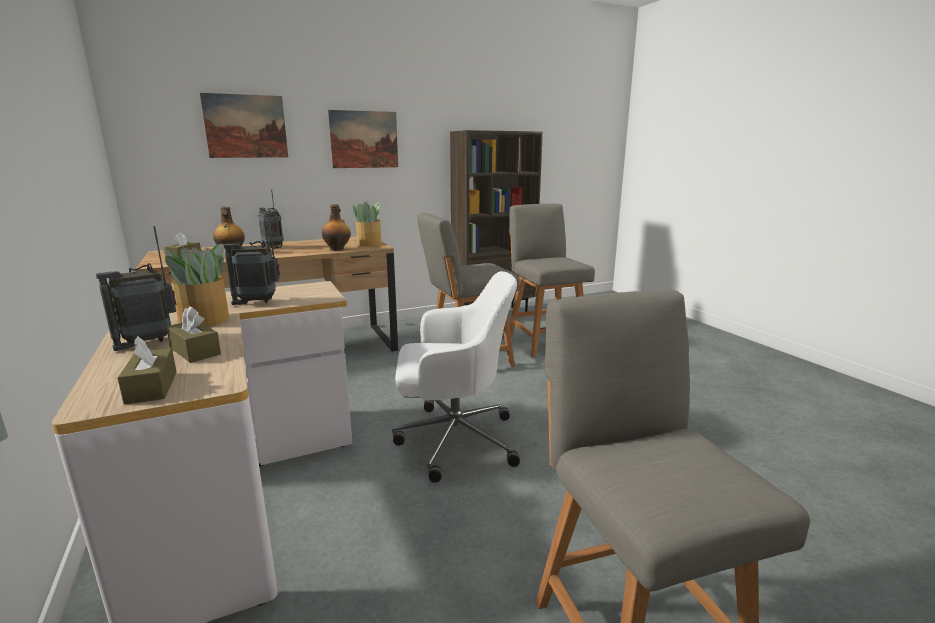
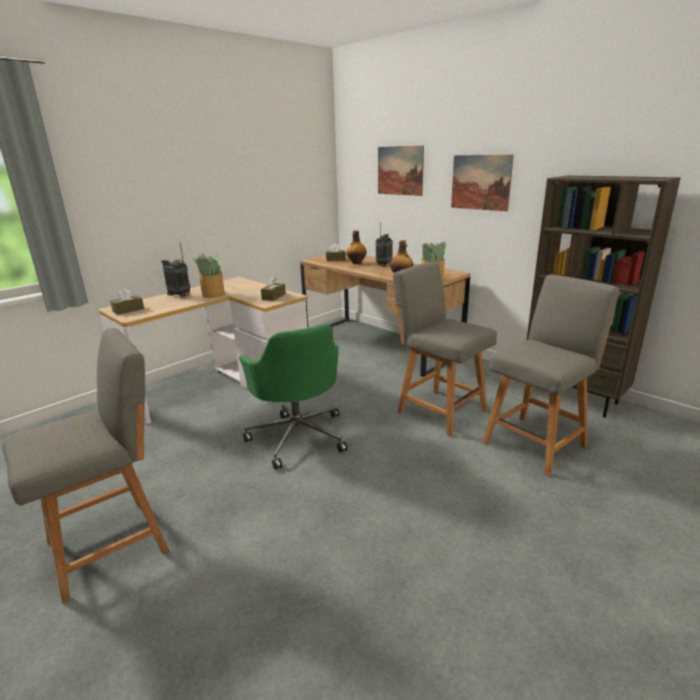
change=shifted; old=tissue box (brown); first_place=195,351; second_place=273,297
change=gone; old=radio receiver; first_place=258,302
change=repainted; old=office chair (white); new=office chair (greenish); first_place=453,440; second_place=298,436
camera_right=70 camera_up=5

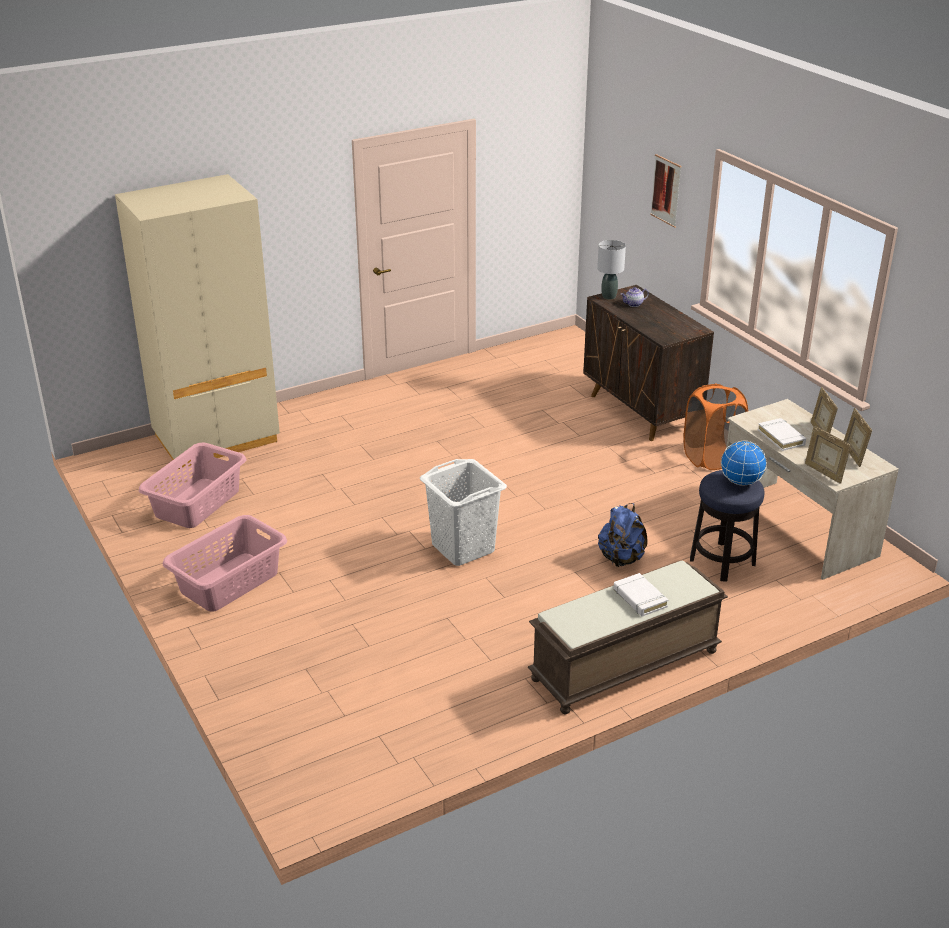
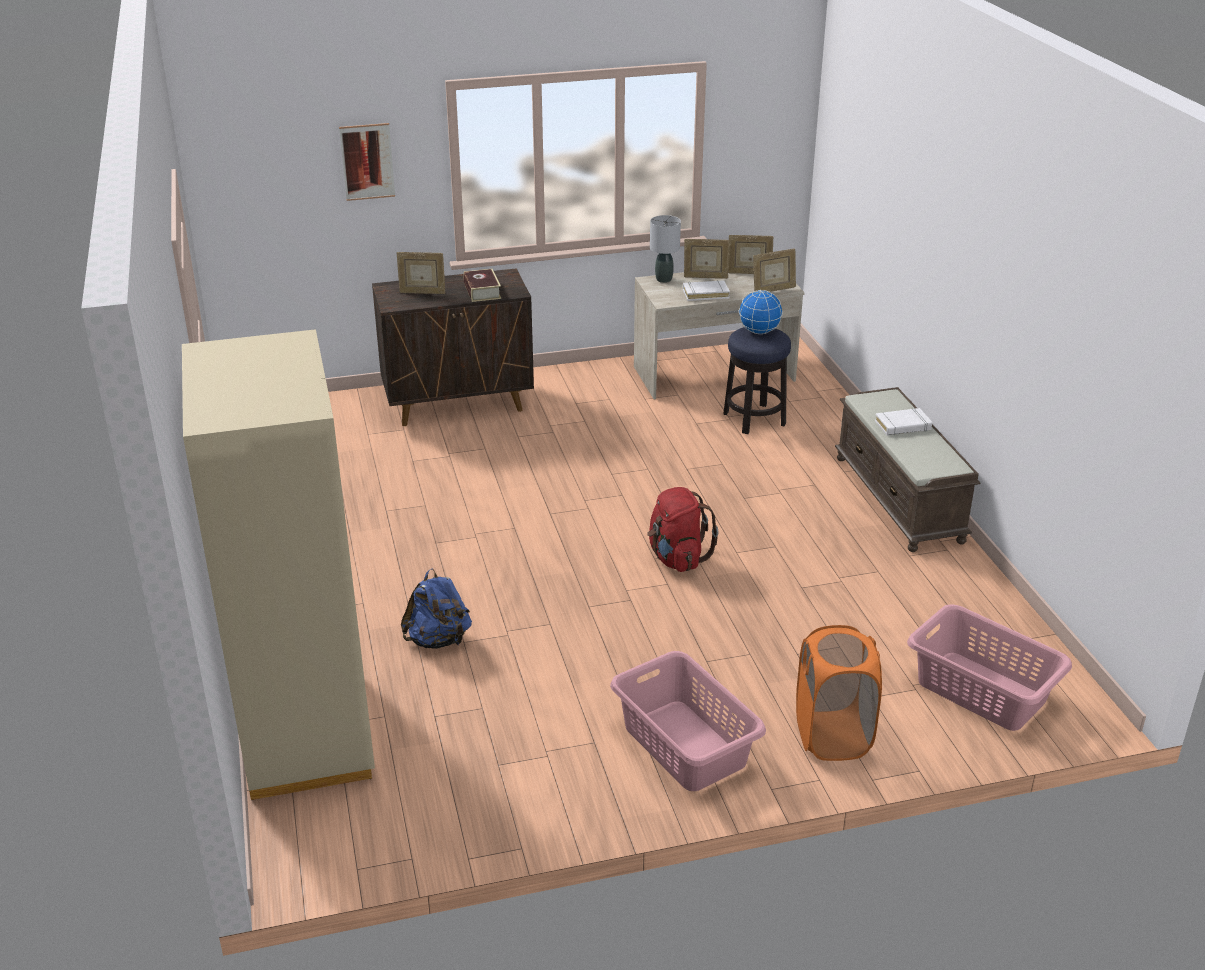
change=shifted; old=hamper (pink-coloured); first_place=196,503; second_place=981,692
change=swapped; old=hamper (white); new=knapsack (red); first_place=463,548; second_place=677,558
change=shifted; old=table lamp (grey); first_place=608,297; second_place=664,280
change=shifted; old=knapsack (blue-coloured); first_place=621,559; second_place=438,640
change=swapped; old=tea pot; new=standing frame; first_place=633,304; second_place=422,292
change=shifted; old=hamper (orange); first_place=711,458; second_place=832,736
change=new; new=volume; second_place=482,291
camera_right=-75 camera_up=0

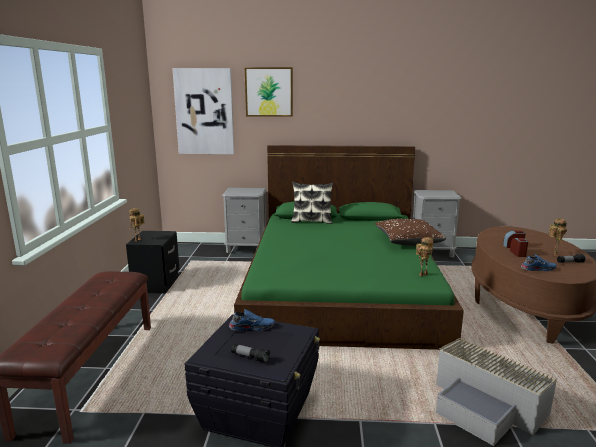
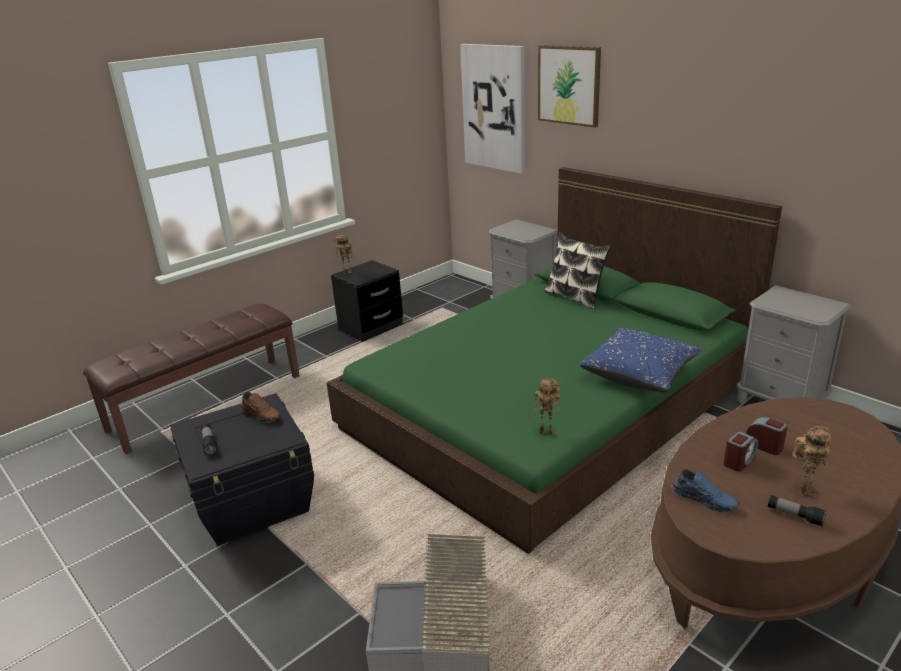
change=repainted; old=shoe (blue-coloured); new=shoe (brown); first_place=252,327; second_place=262,414
change=repainted; old=throw pillow (brown); new=throw pillow (blue-coloured); first_place=408,241; second_place=639,373
camera_right=45 camera_up=10

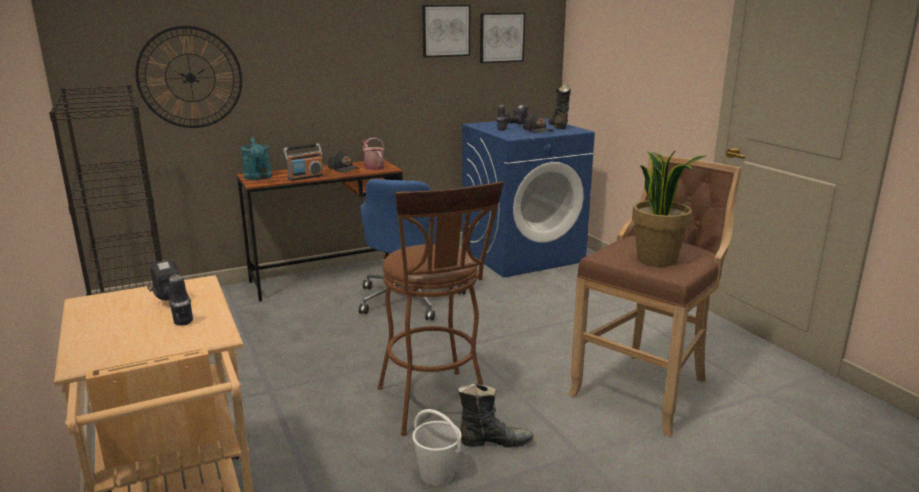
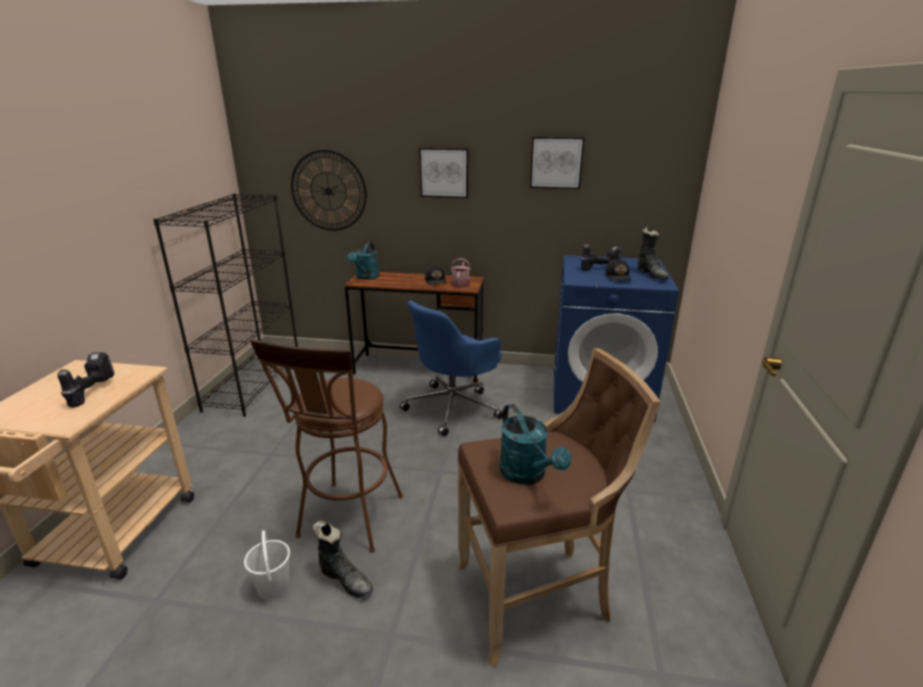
change=gone; old=radio receiver; first_place=305,177
change=shifted; old=picture; first_place=501,37; second_place=444,172
change=rotated; old=tall boot (black); first_place=557,126; second_place=651,274; degrees=135
change=swapped; old=potted plant; new=sprinkling can (turquoise); first_place=657,259; second_place=528,475
camera_right=35 camera_up=5

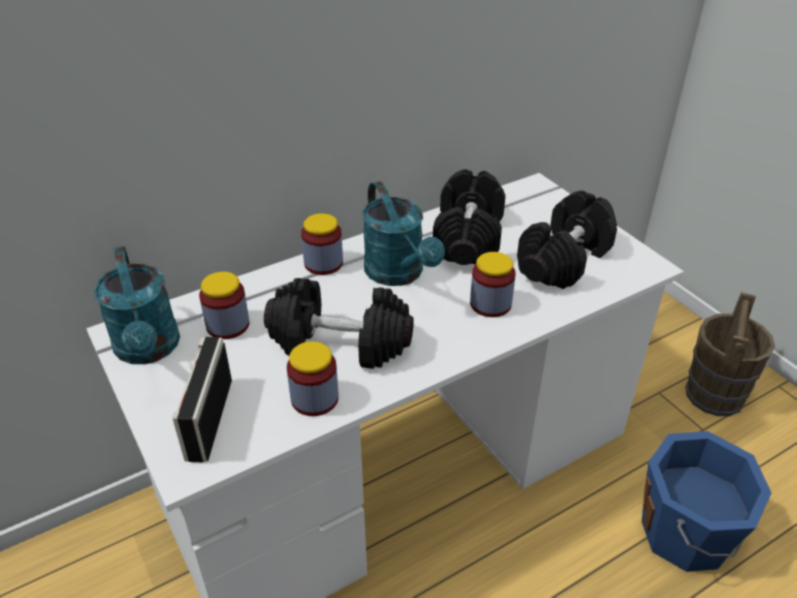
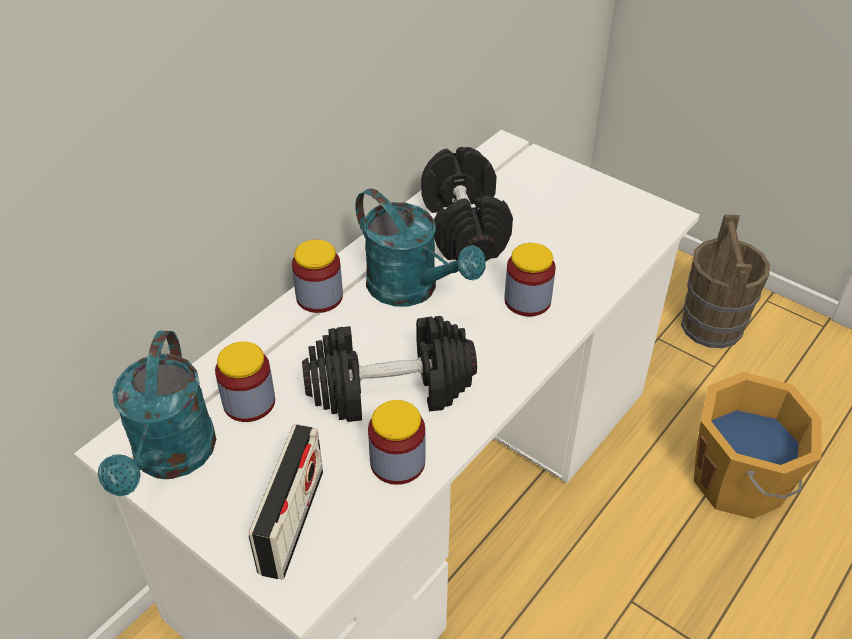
change=rotated; old=sprinkling can (turquoise); first_place=149,350; second_place=171,459; degrees=45
change=rotated; old=radio receiver; first_place=209,419; second_place=292,521; degrees=-150
change=gone; old=hand weight (black); first_place=564,260
change=repainted; old=pail (blue-coloured); new=pail (orange); first_place=687,534; second_place=741,481
camera_right=-20 camera_up=5

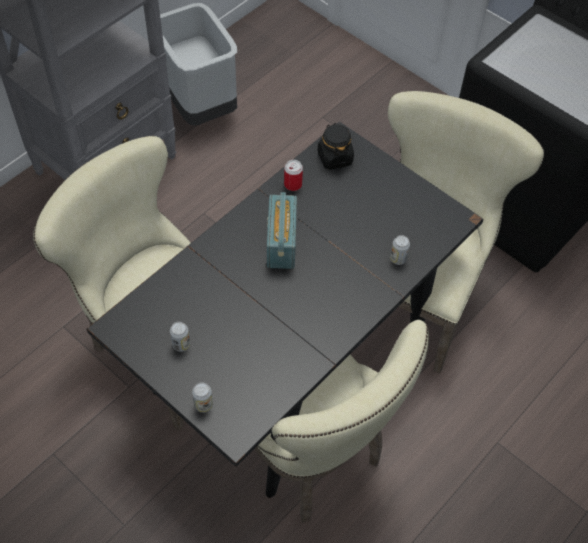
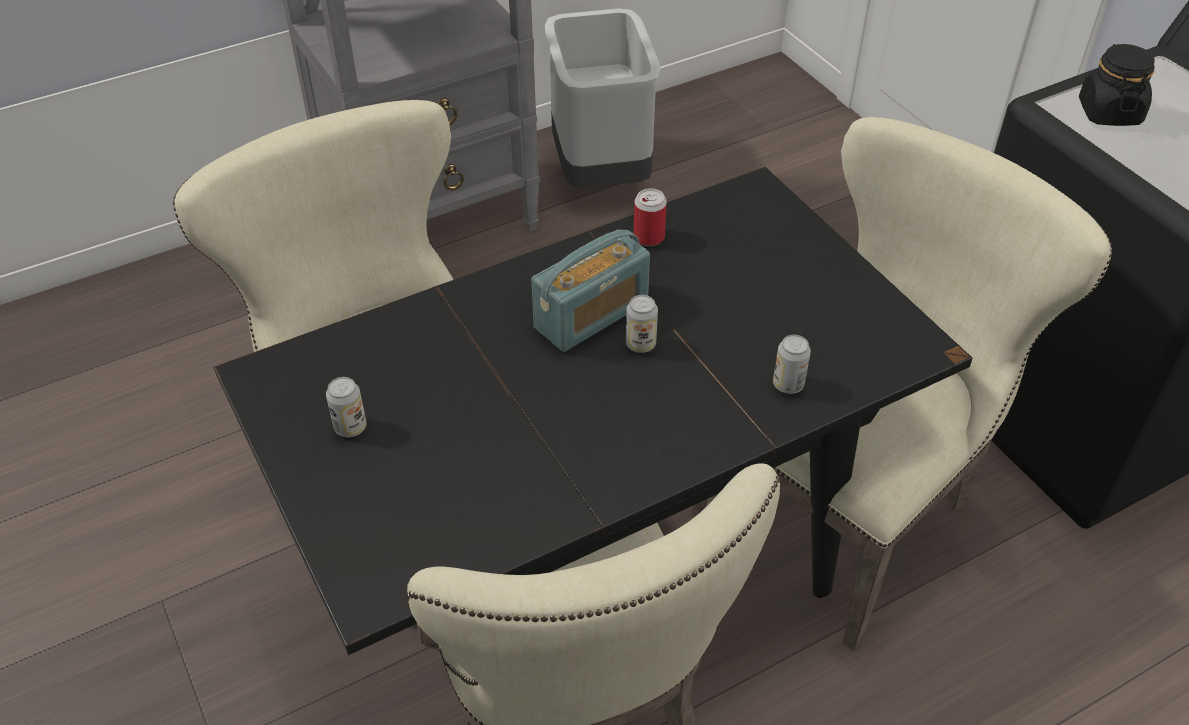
change=shifted; old=metal can; first_place=203,405; second_place=640,344
change=rotated; old=radio receiver; first_place=281,243; second_place=591,315; degrees=-150
change=shifted; old=storage jar (black); first_place=334,158; second_place=1109,112
camera_right=20 camera_up=-10

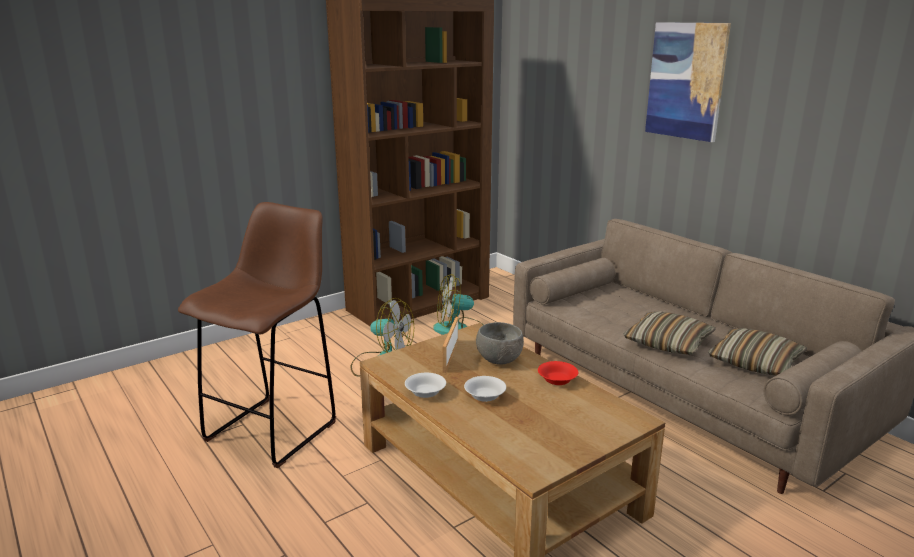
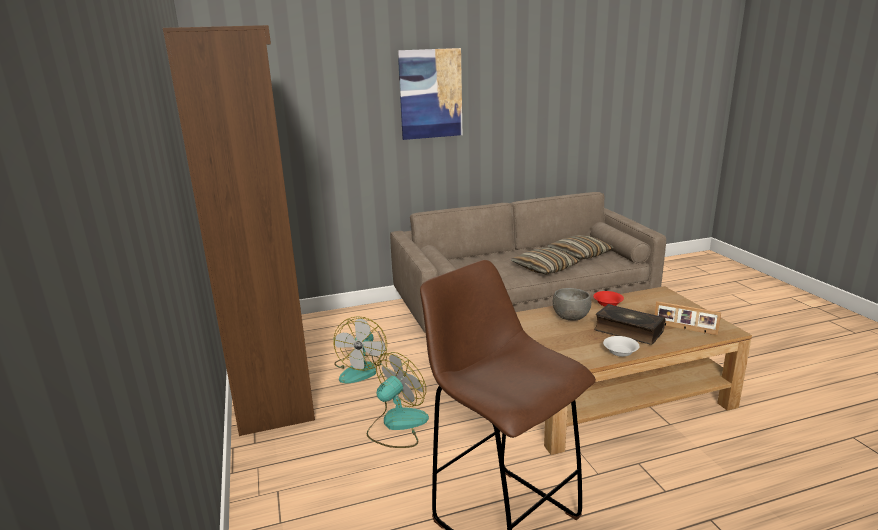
change=shifted; old=standing frame; first_place=449,356; second_place=684,329
change=swapped; old=serving bowl (white); new=volume; first_place=484,396; second_place=628,331
camera_right=-70 camera_up=0

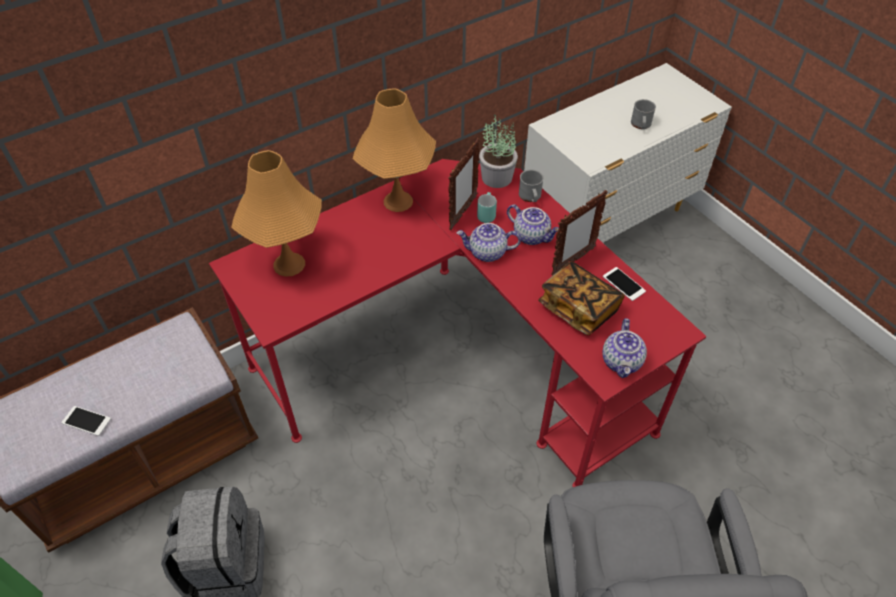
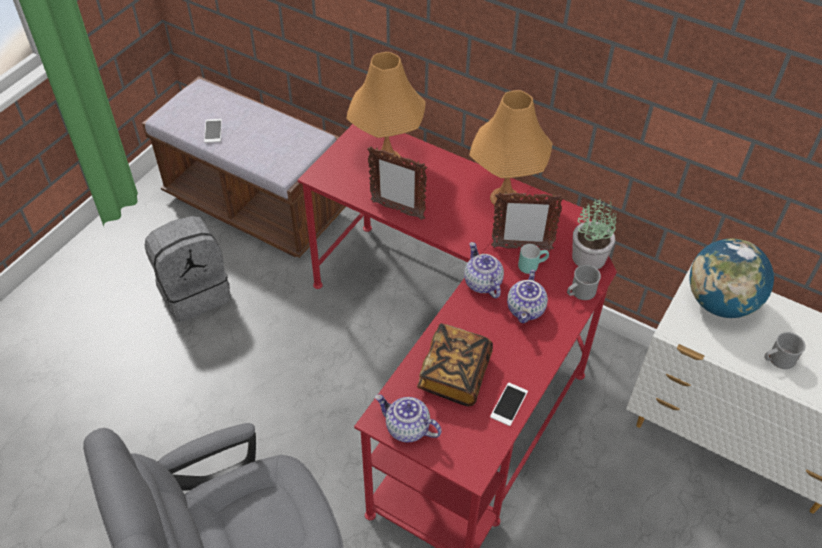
change=shifted; old=standing frame; first_place=572,262; second_place=397,210
change=rotated; old=tea pot; first_place=622,362; second_place=406,428; degrees=45
change=new; new=desk globe; second_place=720,302
camera_right=65 camera_up=0

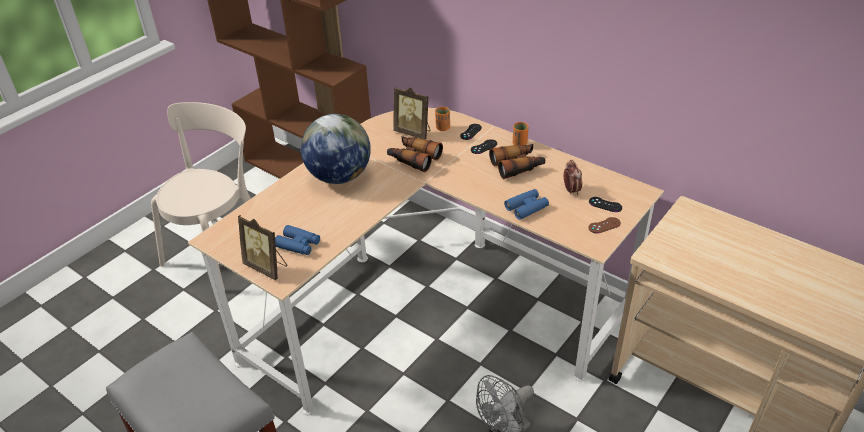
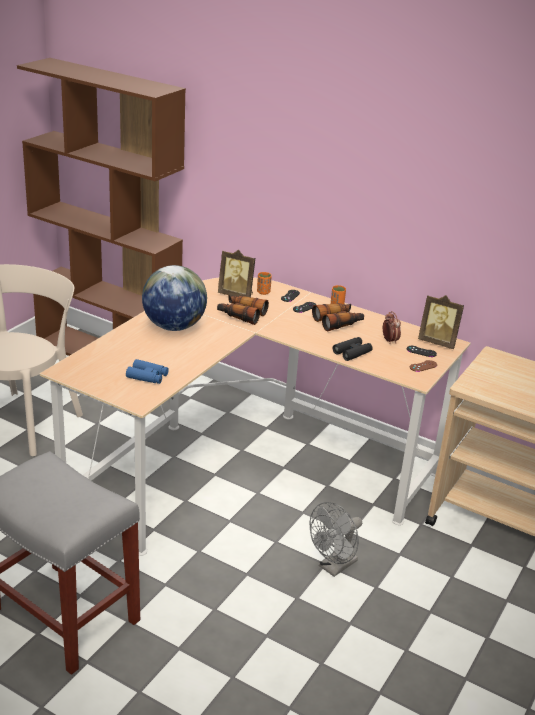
change=shifted; old=standing frame; first_place=267,267; second_place=438,342
change=repainted; old=pair of binoculars (blue-coloured); new=pair of binoculars (black); first_place=526,208; second_place=352,352
camera_right=-10 camera_up=-10

